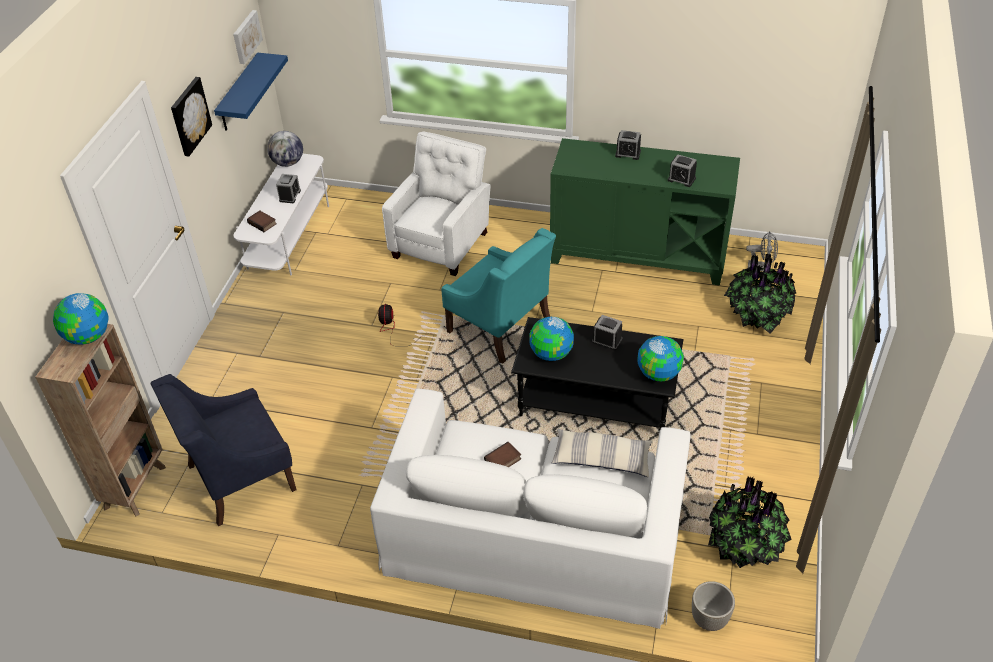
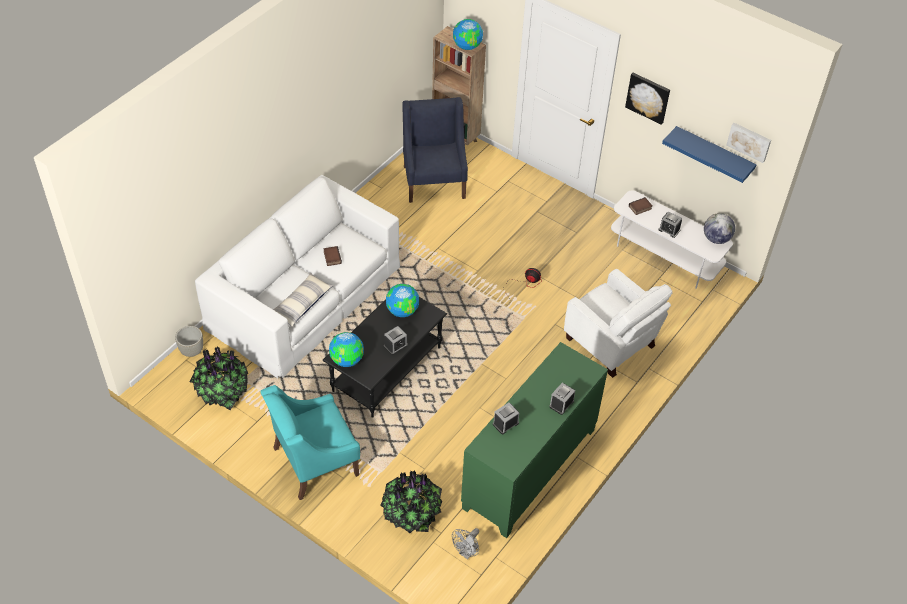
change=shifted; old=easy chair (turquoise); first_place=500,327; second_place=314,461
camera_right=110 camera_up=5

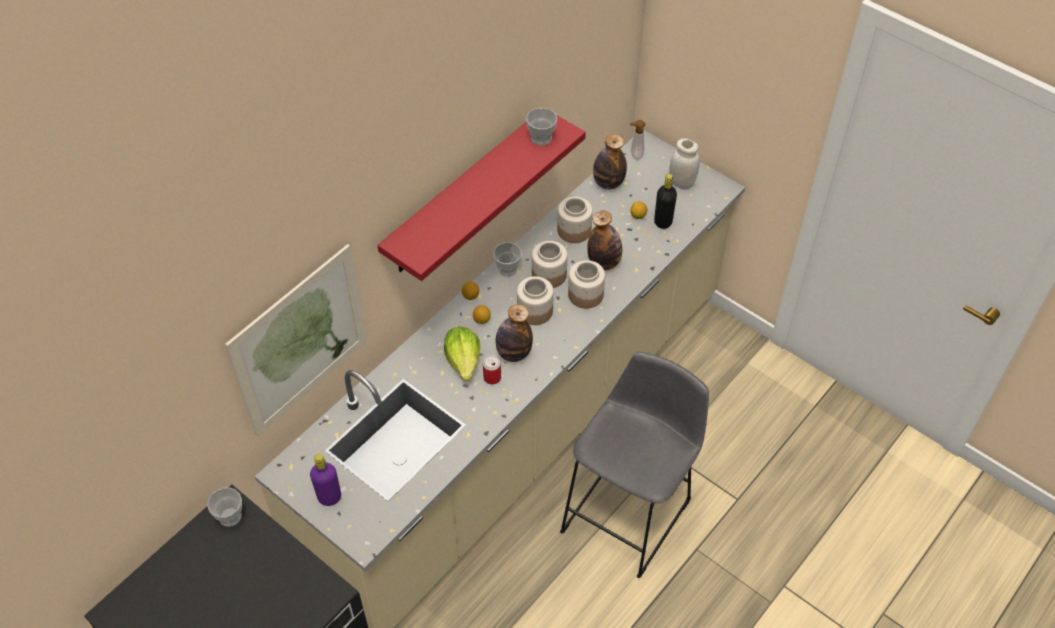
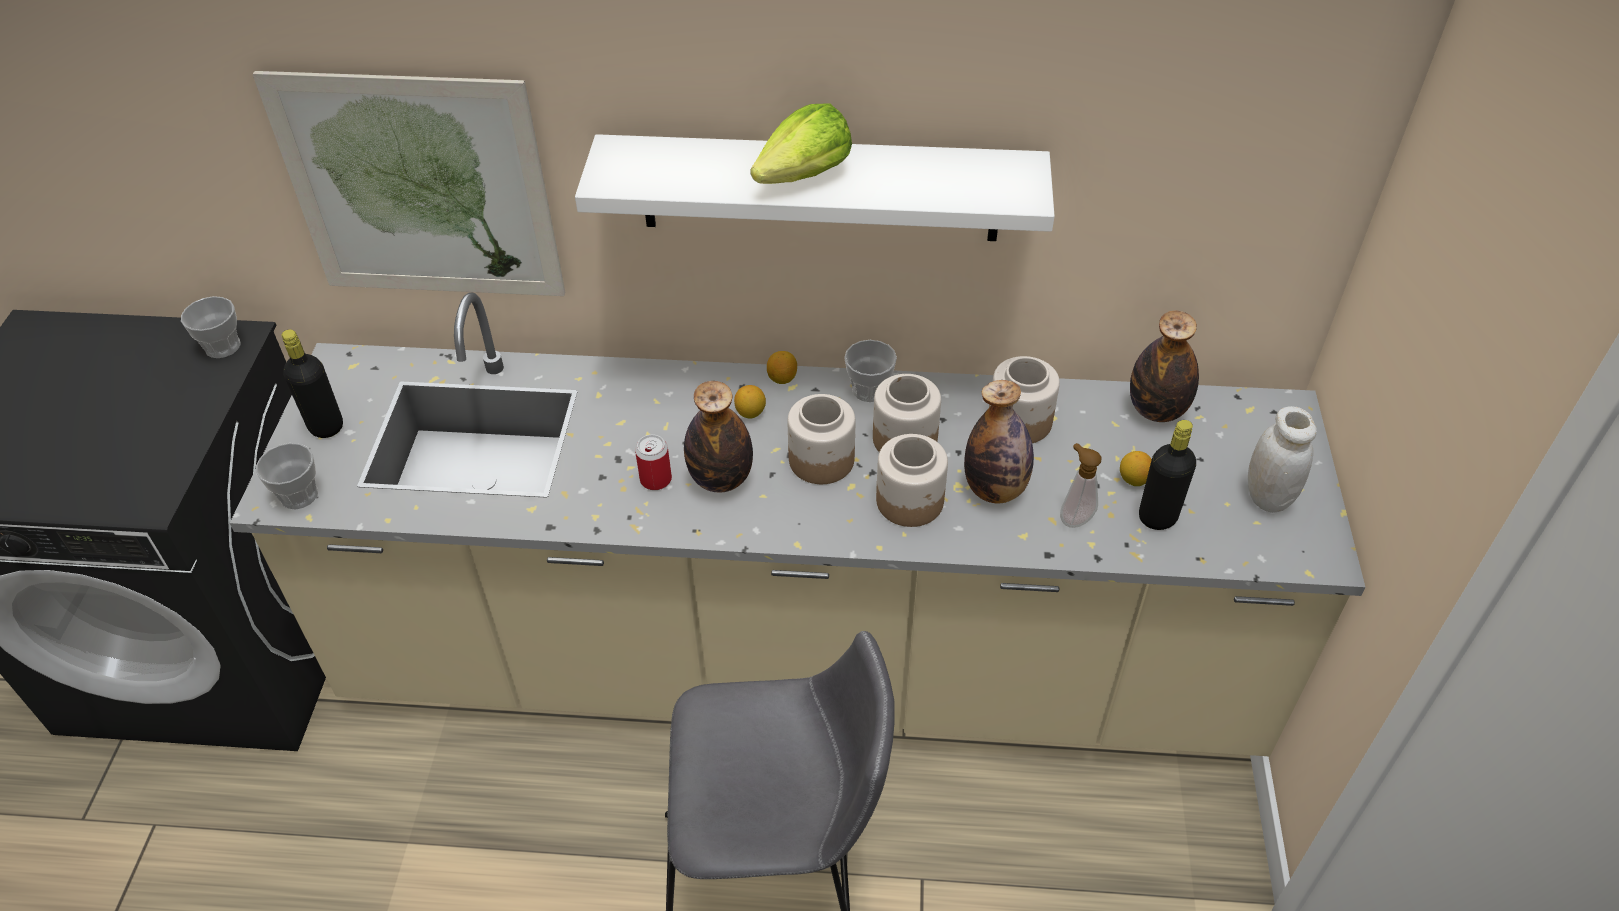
change=repainted; old=bottle (purple-coloured); new=bottle (black); first_place=329,497; second_place=326,426
change=repainted; old=bracket shelf (red); new=bracket shelf (white); first_place=465,193; second_place=820,188
change=shifted; old=lettuce; first_place=464,361; second_place=805,176
change=shifted; old=drinking cup; first_place=541,138; second_place=299,495
change=shifted; old=soap bottle; first_place=635,155; second_place=1074,517
camera_right=55 camera_up=-5

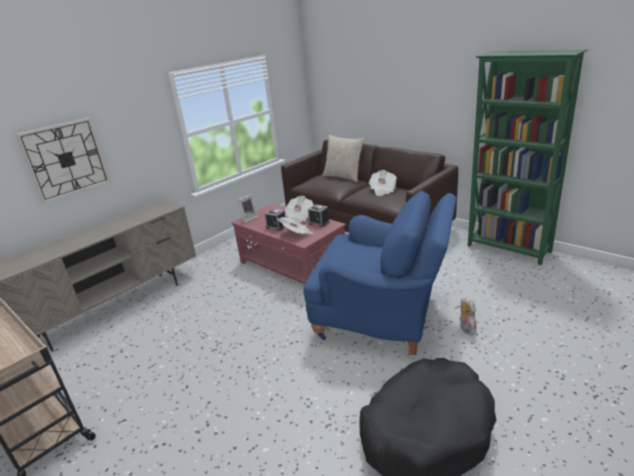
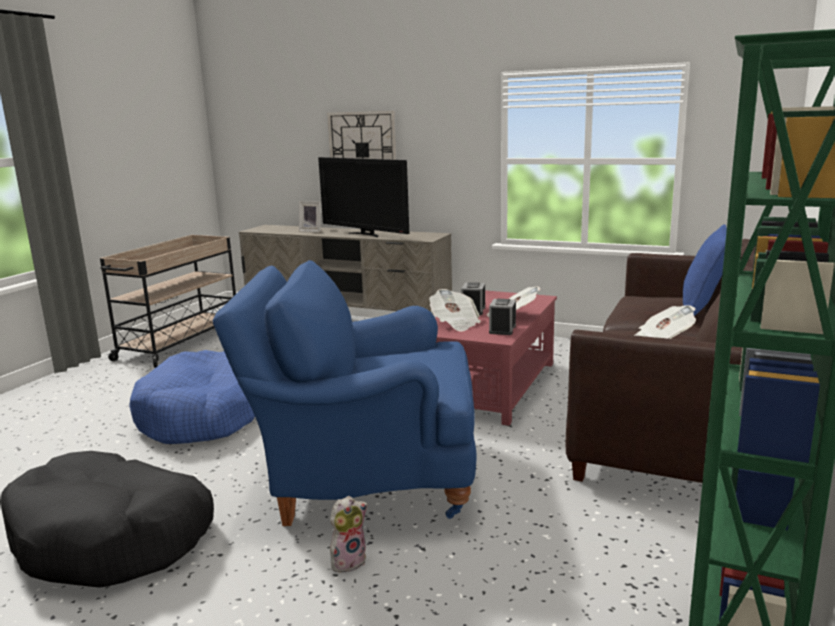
change=shifted; old=standing frame; first_place=249,218; second_place=312,231
change=rotated; old=easy chair (blue-coloured); first_place=383,318; second_place=364,476; degrees=90
change=repainted; old=throw pillow (sand-coloured); new=throw pillow (blue-coloured); first_place=343,176; second_place=702,311
change=new; new=dog bed (blue-coloured); second_place=202,415
change=new; new=TV set; second_place=366,234
camera_right=70 camera_up=-10

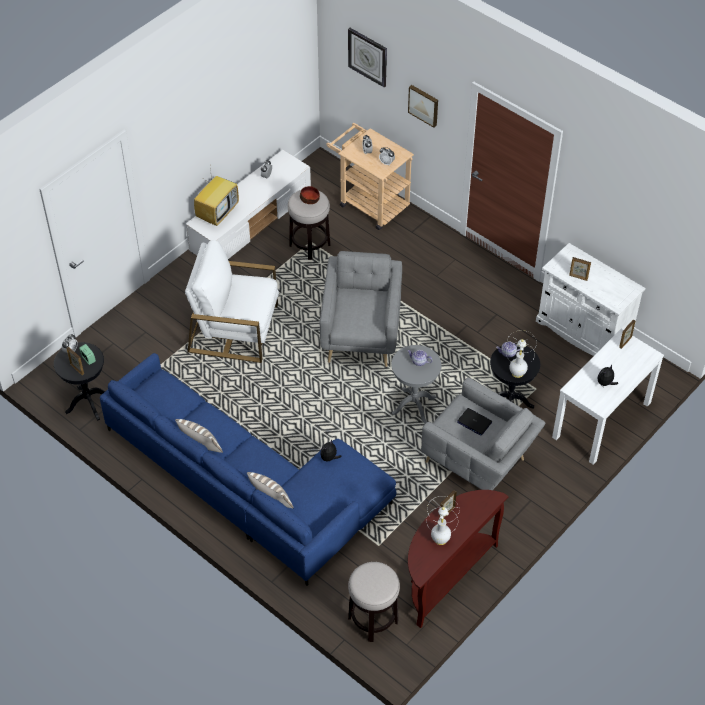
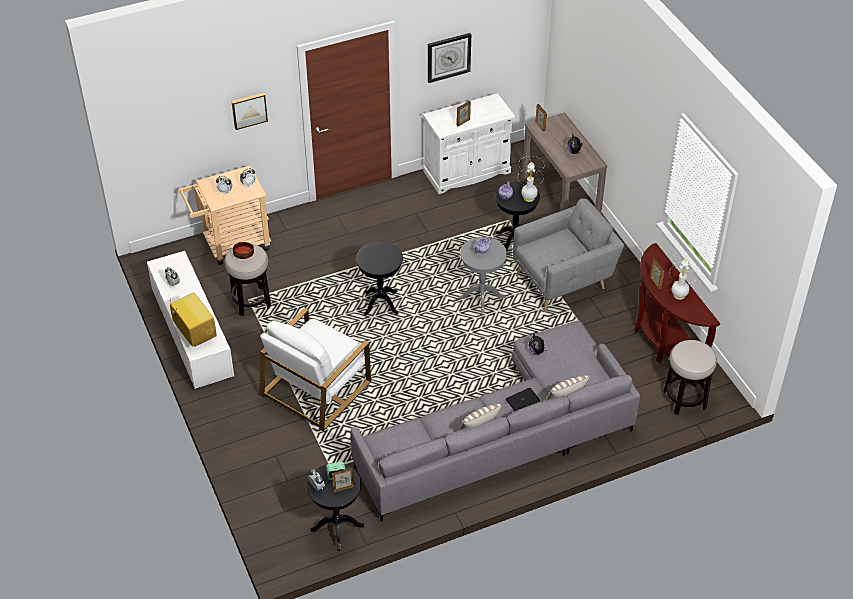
change=repainted; old=sofa (blue-coloured); new=sofa (grey); first_place=249,484; second_place=504,435
change=swapped; old=easy chair (grey); new=accent table (black); first_place=361,333; second_place=380,303
change=shifted; old=wall clock; first_place=368,57; second_place=448,57
change=shifted; old=laptop; first_place=474,422; second_place=523,401
change=repainted; old=console table (white); new=console table (brown); first_place=601,420; second_place=561,196
camera_right=-65 camera_up=-5

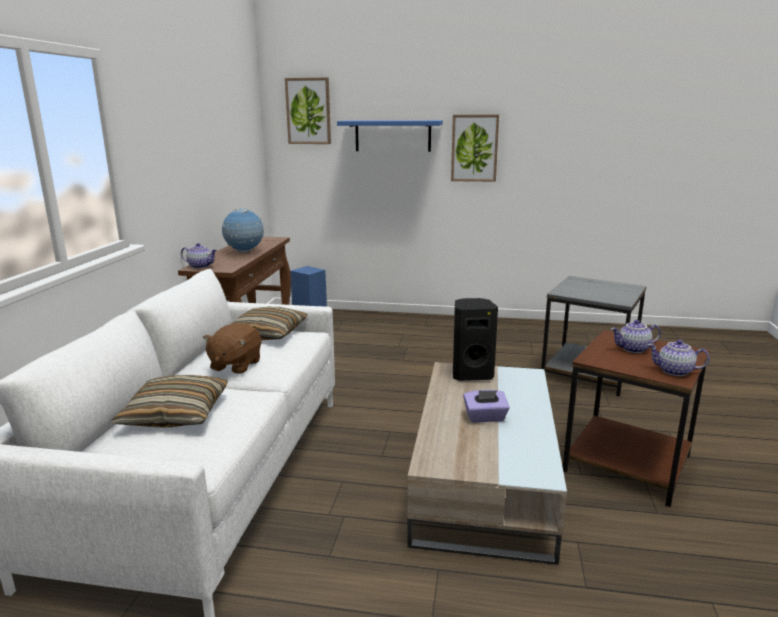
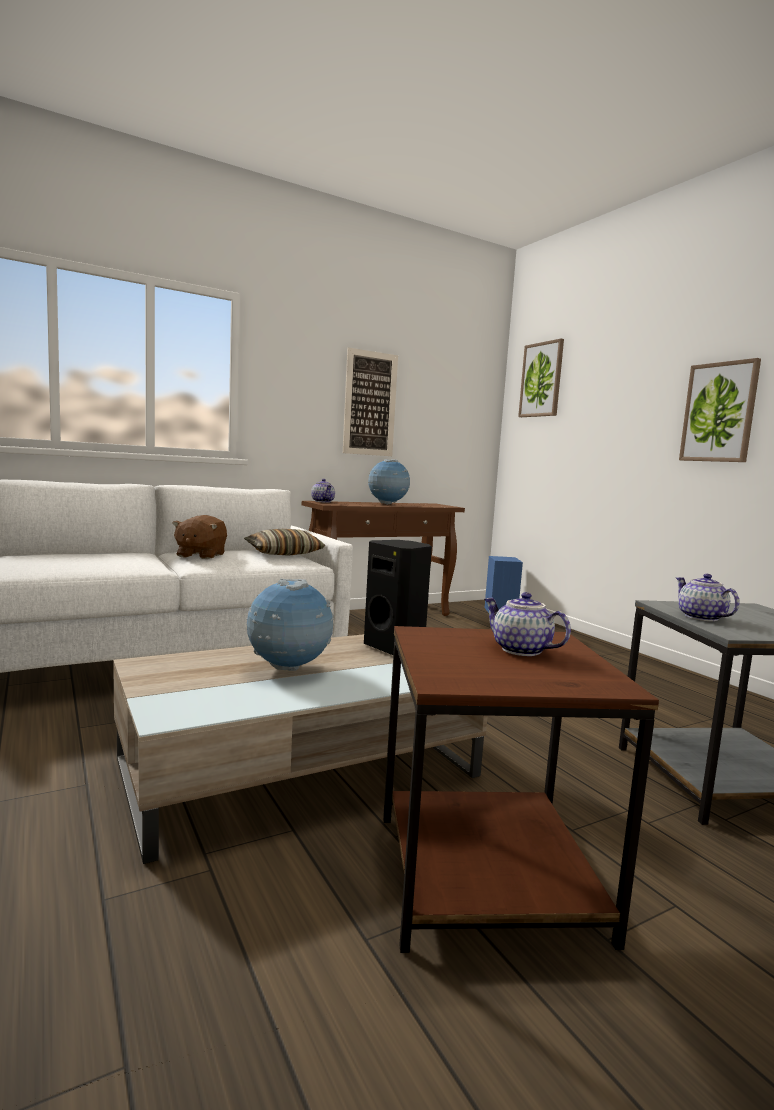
change=gone; old=throw pillow; first_place=176,414
change=rotated; old=plush toy (brown); first_place=235,365; second_place=200,555; degrees=-60
change=gone; old=bracket shelf (blue-coloured); first_place=393,136
change=swapped; old=tissue box (purple-coloured); new=desk globe; first_place=485,417; second_place=288,669
change=shifted; old=tea pot; first_place=675,371; second_place=701,617
change=new; new=picture; second_place=370,403
camera_right=50 camera_up=-10

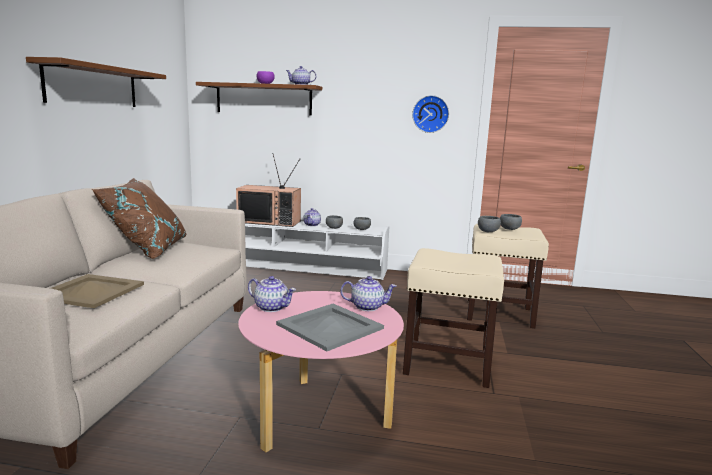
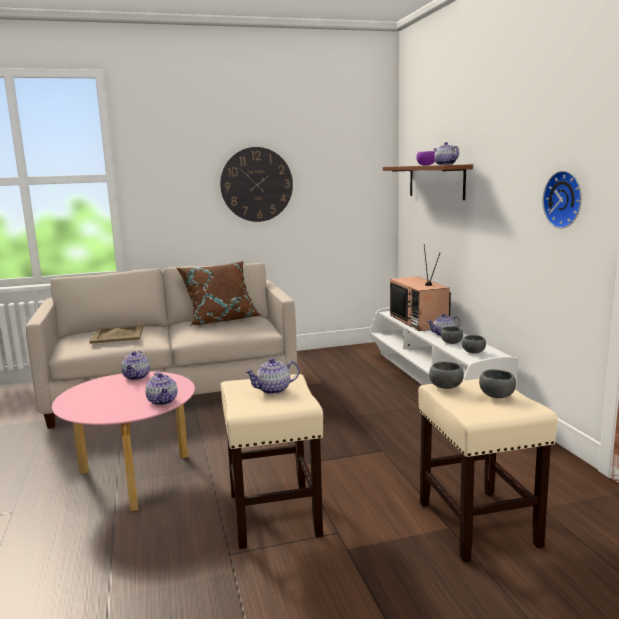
change=swapped; old=bracket shelf (brown); new=wall clock; first_place=93,86; second_place=256,184
change=gone; old=serving tray (grey); first_place=331,326
change=new; new=tea pot; second_place=273,390
camera_right=65 camera_up=0

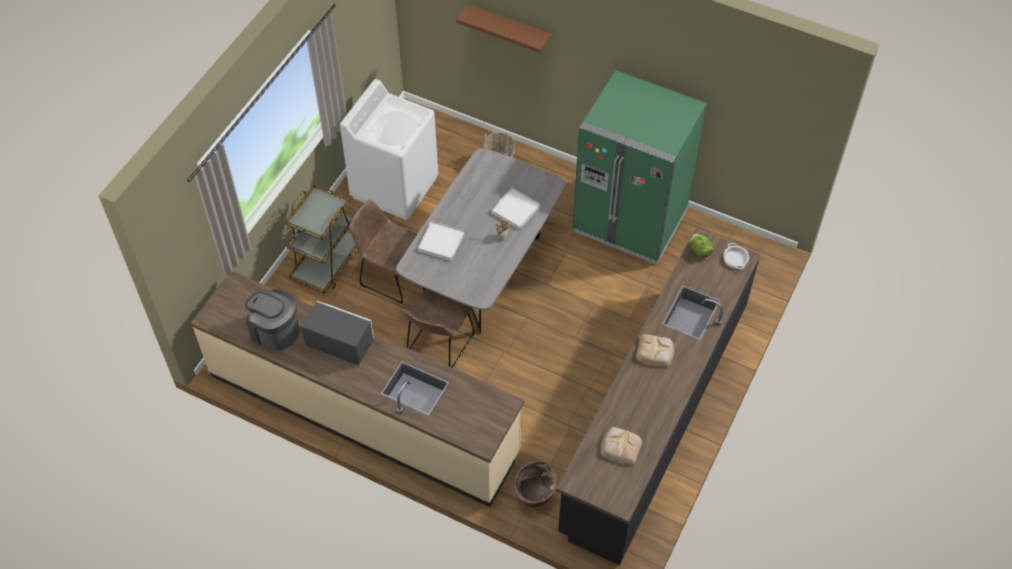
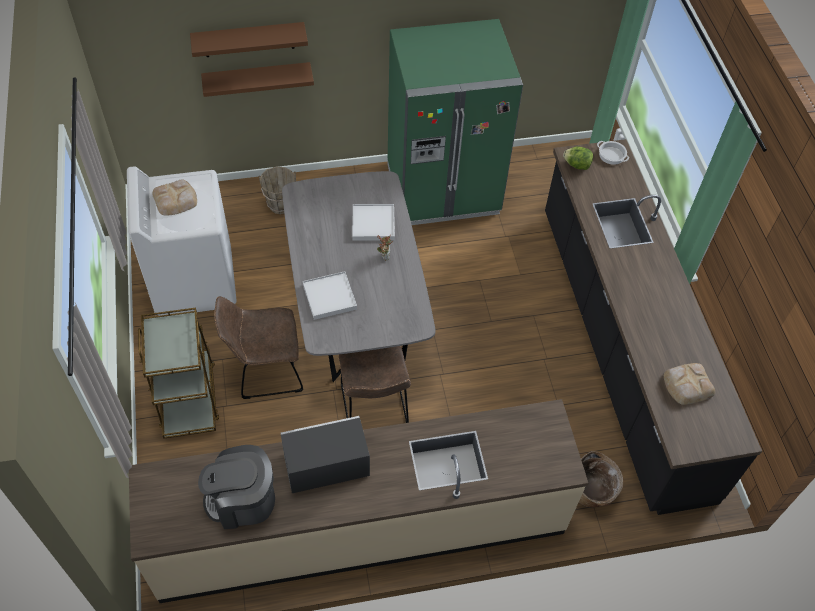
change=shifted; old=bakery bread; first_place=655,352; second_place=176,200
change=new; new=bracket shelf (brown); second_place=257,79
camera_right=-40 camera_up=0

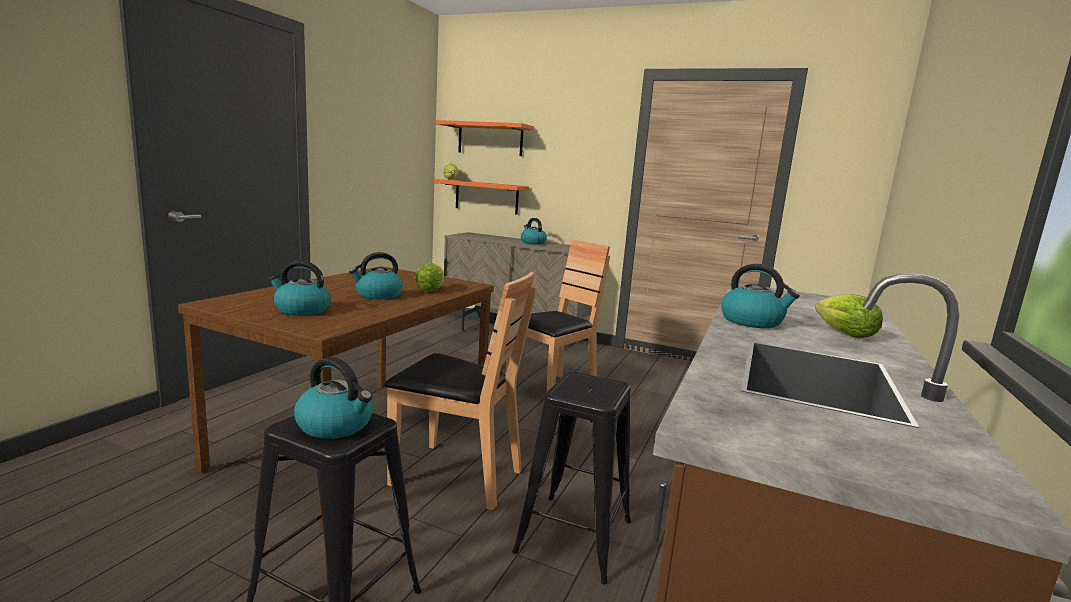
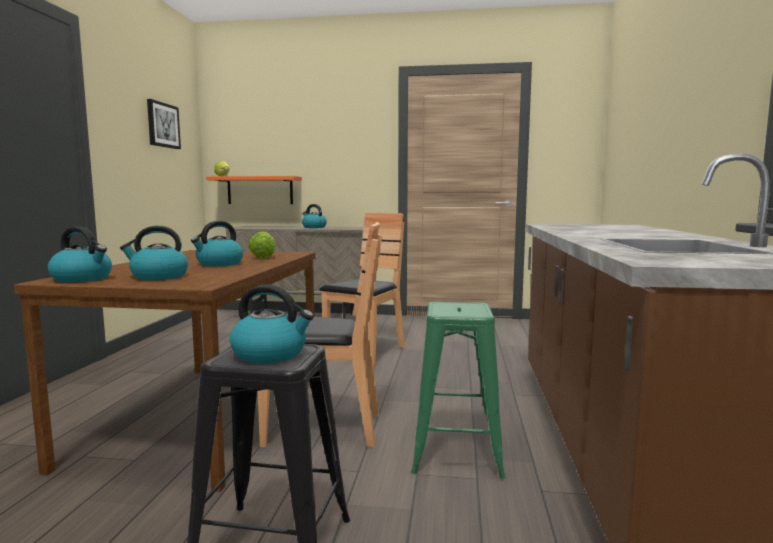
change=gone; old=bracket shelf (orange); first_place=490,139
change=repainted; old=stool seat (black); new=stool seat (greenish); first_place=574,536; second_place=456,451
change=shifted; old=kettle; first_place=752,322; second_place=83,279
change=gone; old=lettuce; first_place=841,333
change=new; new=picture; second_place=163,125
camera_right=-15 camera_up=-5

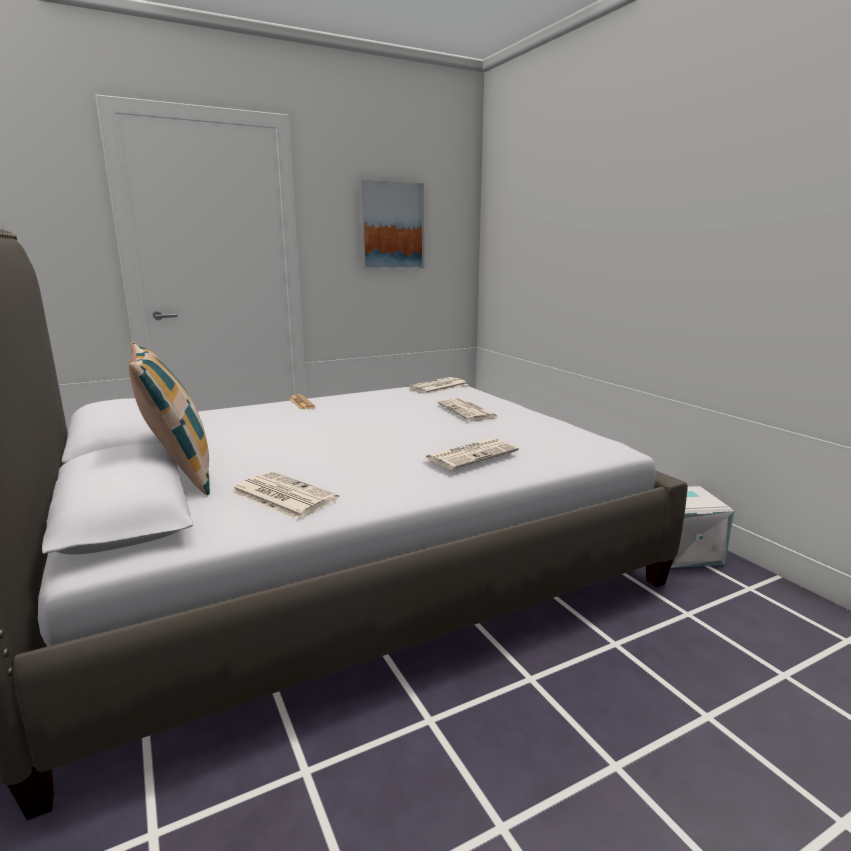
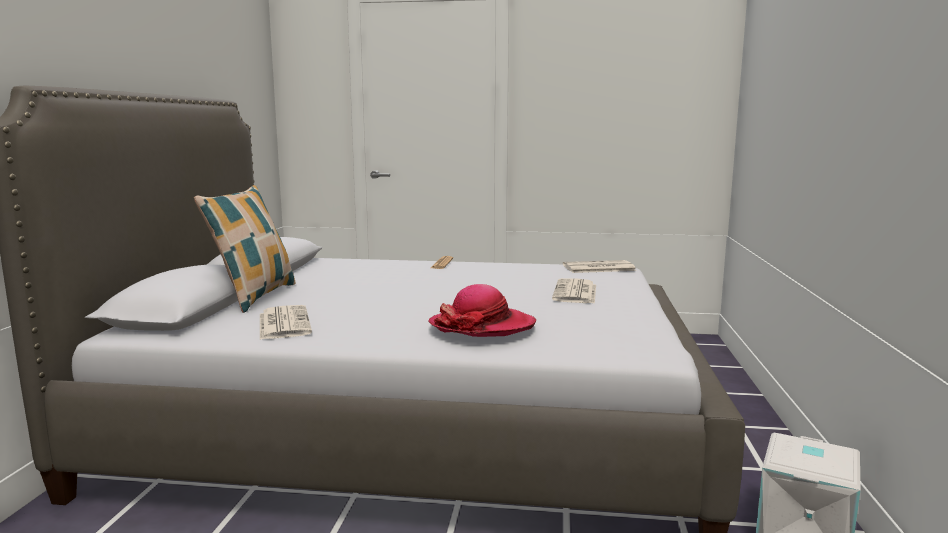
change=gone; old=picture; first_place=391,226
change=swapped; old=daily paper; new=clothing hat; first_place=472,454; second_place=482,326
camera_right=35 camera_up=-5

